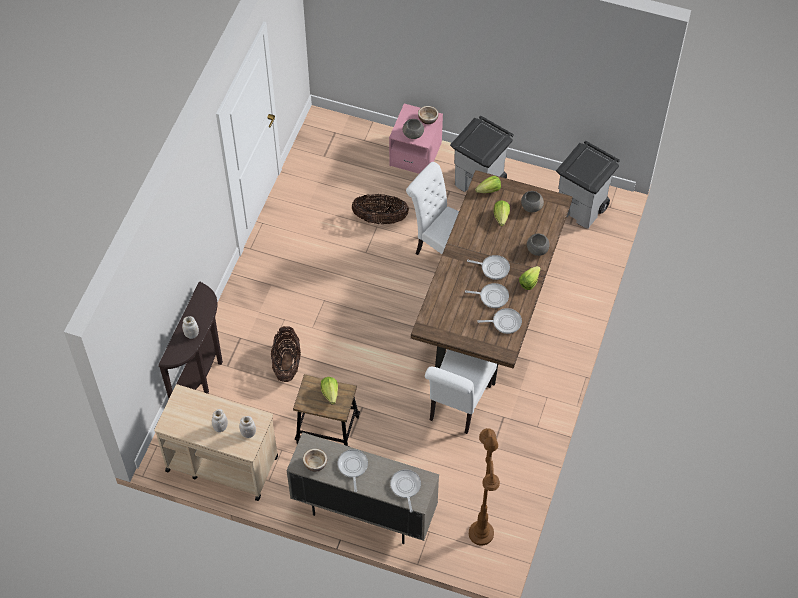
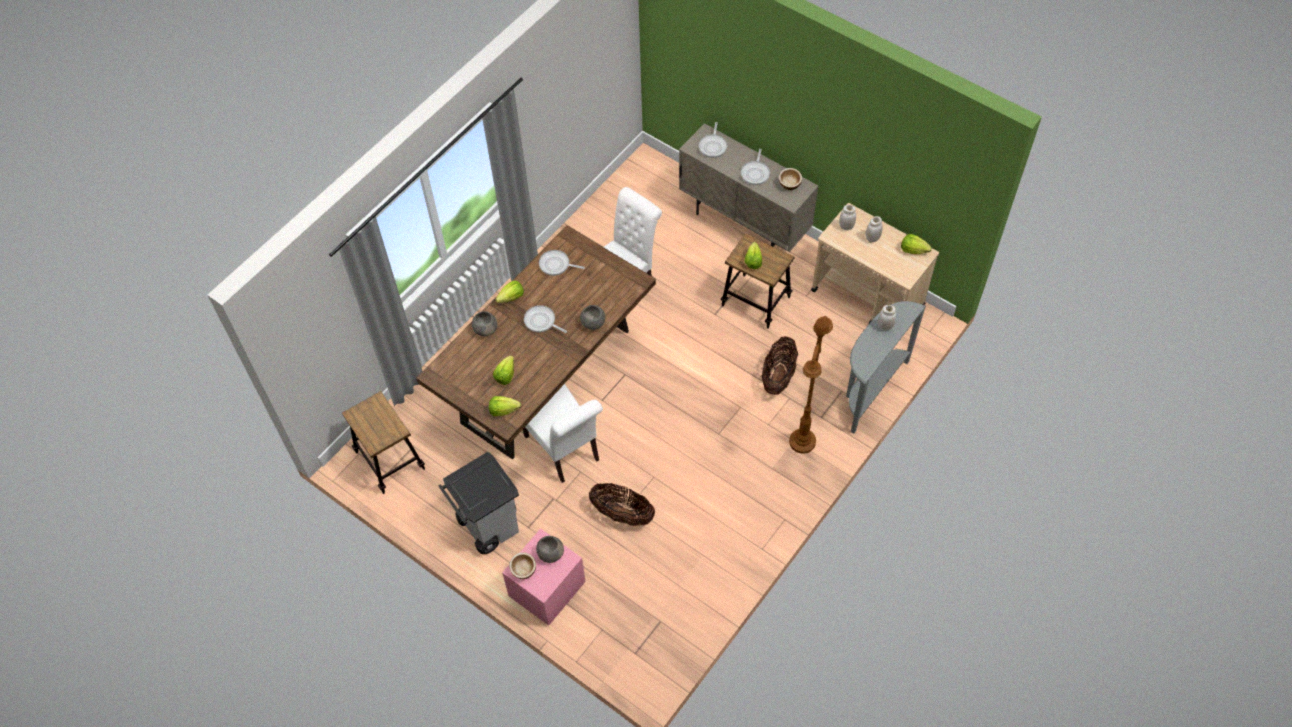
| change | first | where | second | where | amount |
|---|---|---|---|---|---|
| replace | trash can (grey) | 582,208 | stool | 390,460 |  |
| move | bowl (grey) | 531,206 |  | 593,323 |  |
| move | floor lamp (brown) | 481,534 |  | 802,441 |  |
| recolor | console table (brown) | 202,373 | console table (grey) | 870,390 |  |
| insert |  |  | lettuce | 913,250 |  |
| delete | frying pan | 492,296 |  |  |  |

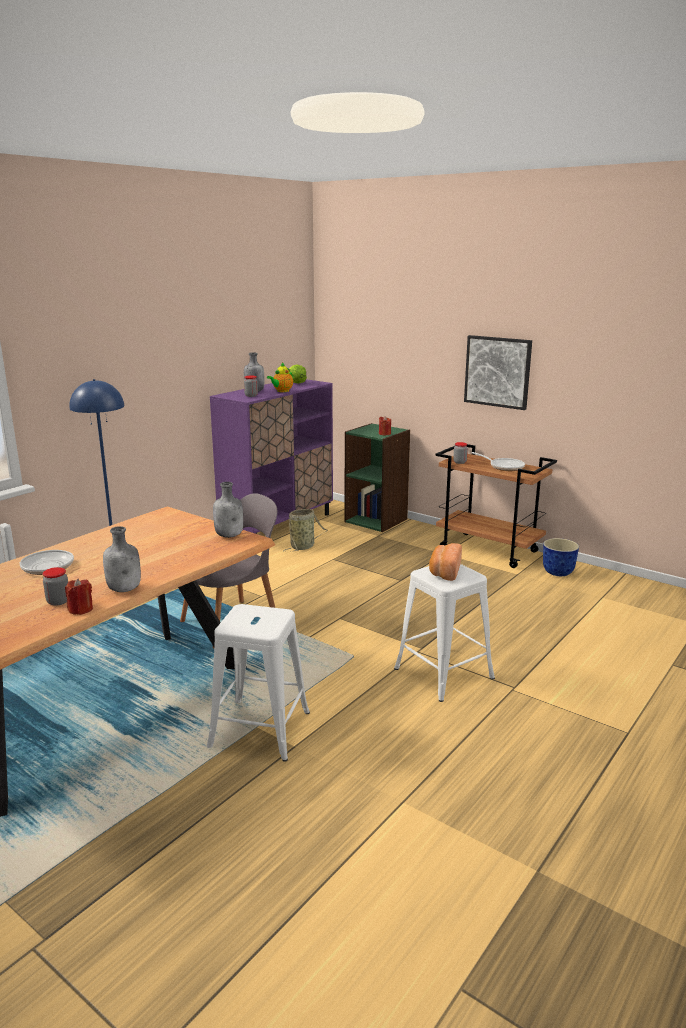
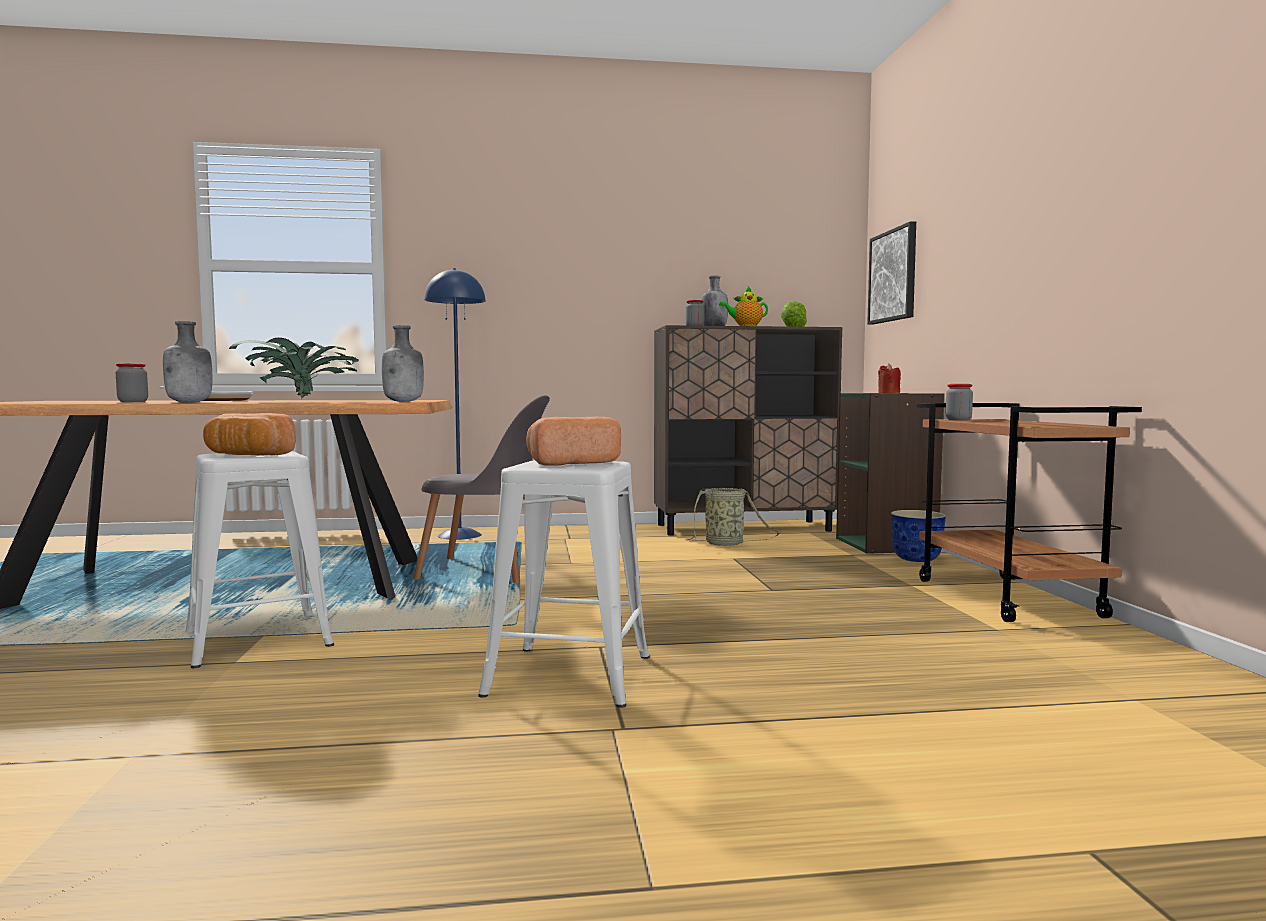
| change | first | where | second | where | amount |
|---|---|---|---|---|---|
| insert |  |  | bread | 247,455 |  |
| insert |  |  | potted plant | 303,401 |  |
| recolor | cabinet (purple) | 278,525 | cabinet (brown) | 743,528 |  |
| move | picture | 497,371 |  | 893,276 |  |
| move | planter | 558,572 |  | 917,559 |  |
| delete | candle (red) | 81,609 |  |  |  |
| delete | frying pan | 504,466 |  |  |  |

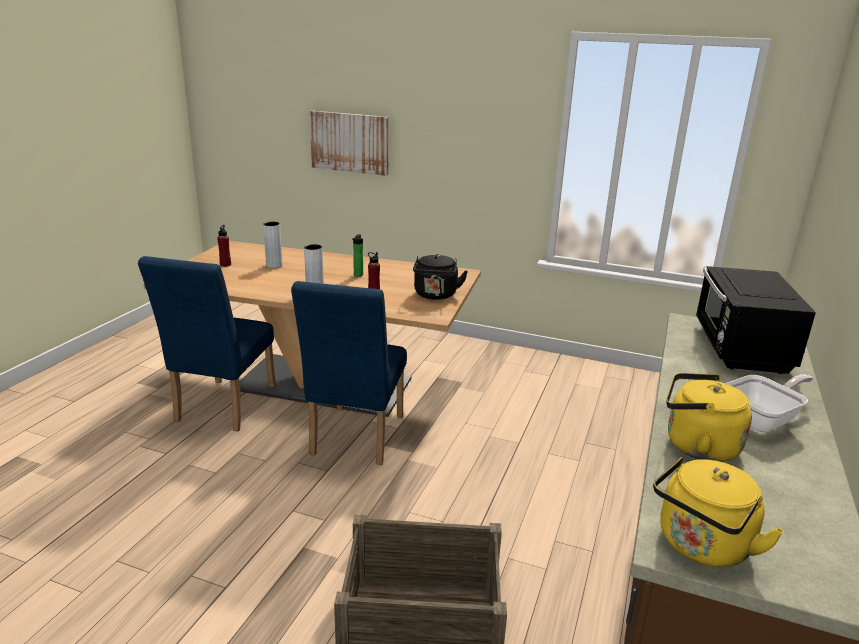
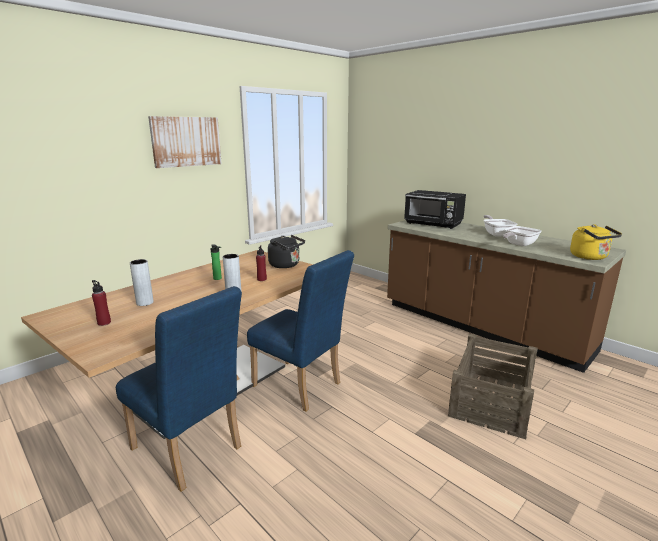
| change | first | where | second | where | amount |
|---|---|---|---|---|---|
| move | picture | 350,142 |  | 186,141 |  |
| replace | kettle (yellow) | 696,446 | frying pan | 518,244 |  |

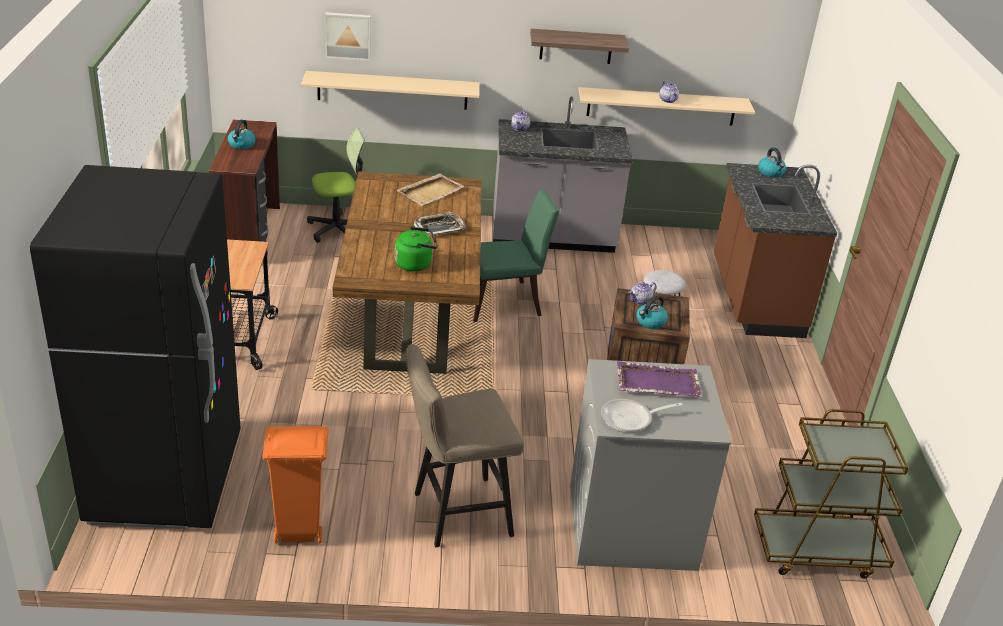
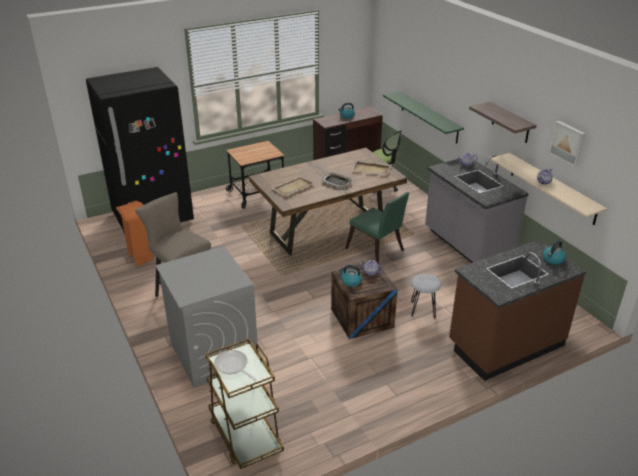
| change | first | where | second | where | amount |
|---|---|---|---|---|---|
| move | frying pan | 630,419 |  | 233,366 |  |
| replace | kettle (green) | 415,264 | tray (beige) | 292,187 |  |
| recolor | shelf (beige) | 392,90 | shelf (green) | 429,117 |  |
| move | picture | 348,35 |  | 568,143 |  |
| delete | tray (purple) | 657,382 |  |  |  |

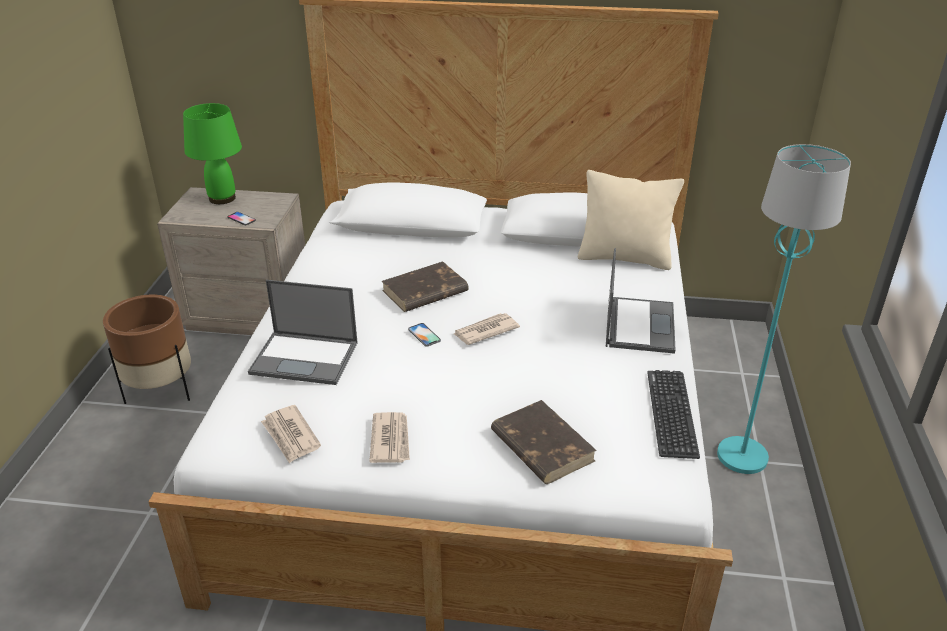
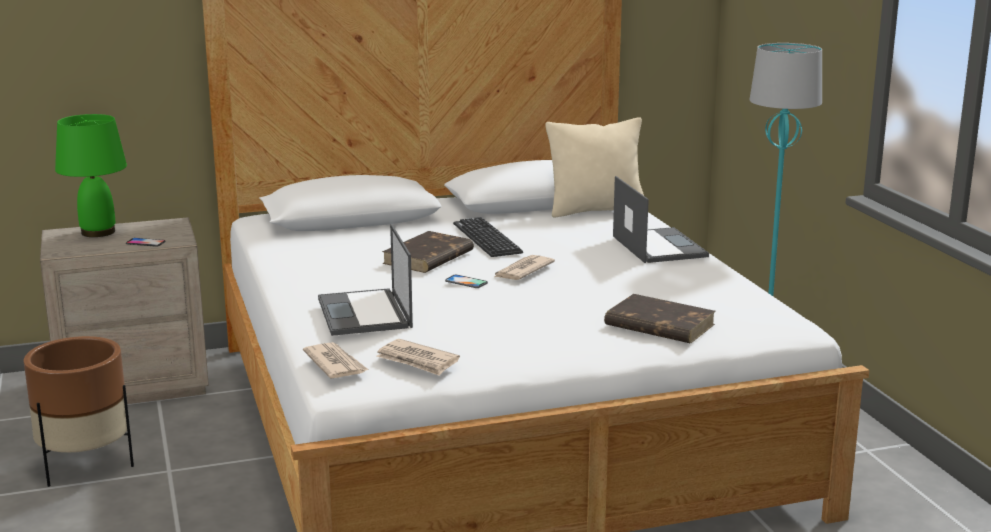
| change | first | where | second | where | amount |
|---|---|---|---|---|---|
| move | newspaper | 391,439 |  | 335,364 |  |
| rotate | laptop | 306,358 |  | 365,313 | 90 degrees clockwise |
| move | keyboard | 671,413 |  | 487,238 |  |

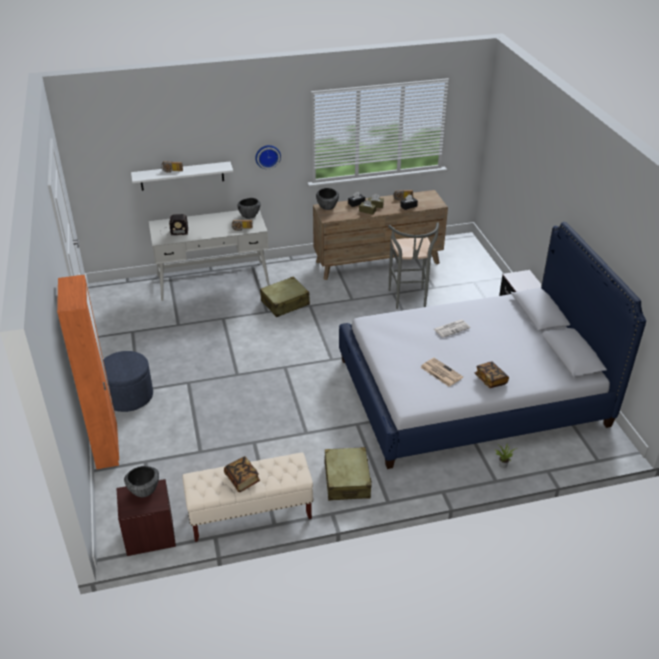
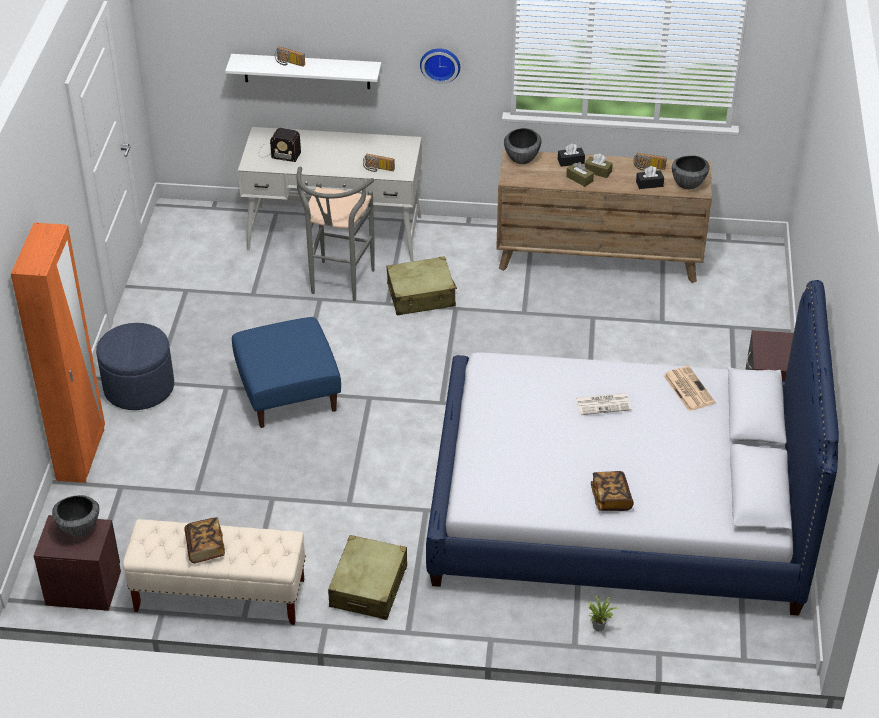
| change | first | where | second | where | amount |
|---|---|---|---|---|---|
| insert |  |  | ottoman (blue) | 289,392 |  |
| move | stool (grey) | 409,301 |  | 338,285 |  |
| move | newspaper | 440,372 |  | 687,389 |  |
| move | bowl | 249,216 |  | 688,184 |  |

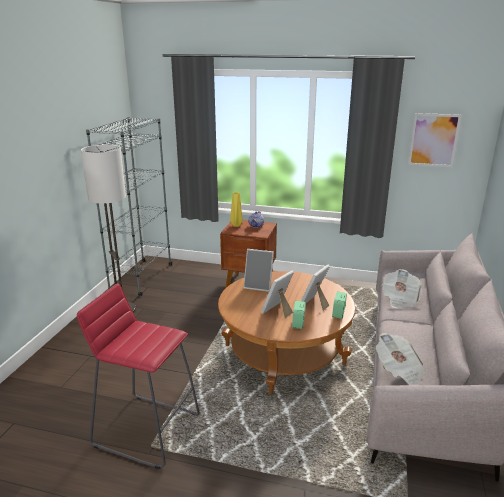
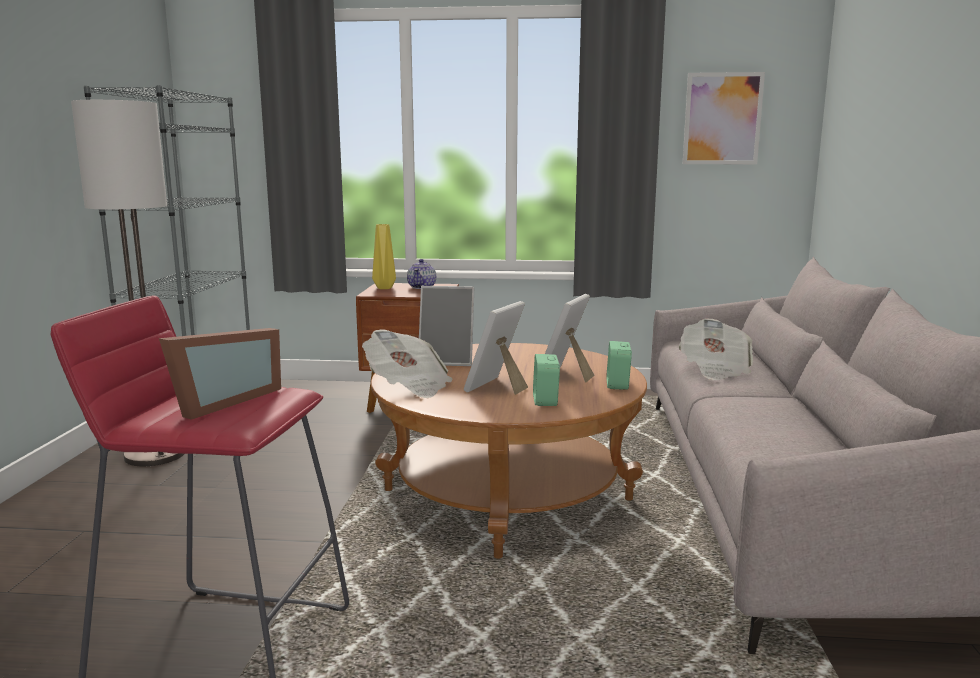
| change | first | where | second | where | amount |
|---|---|---|---|---|---|
| insert |  |  | picture frame | 221,402 |  |
| move | newspaper | 399,370 |  | 408,386 |  |

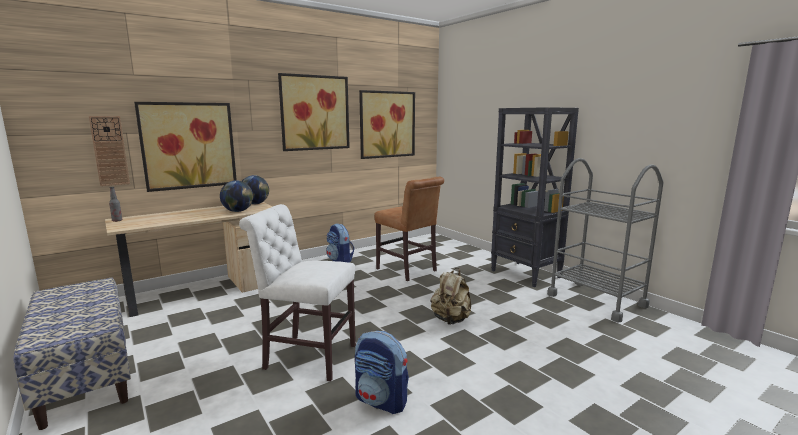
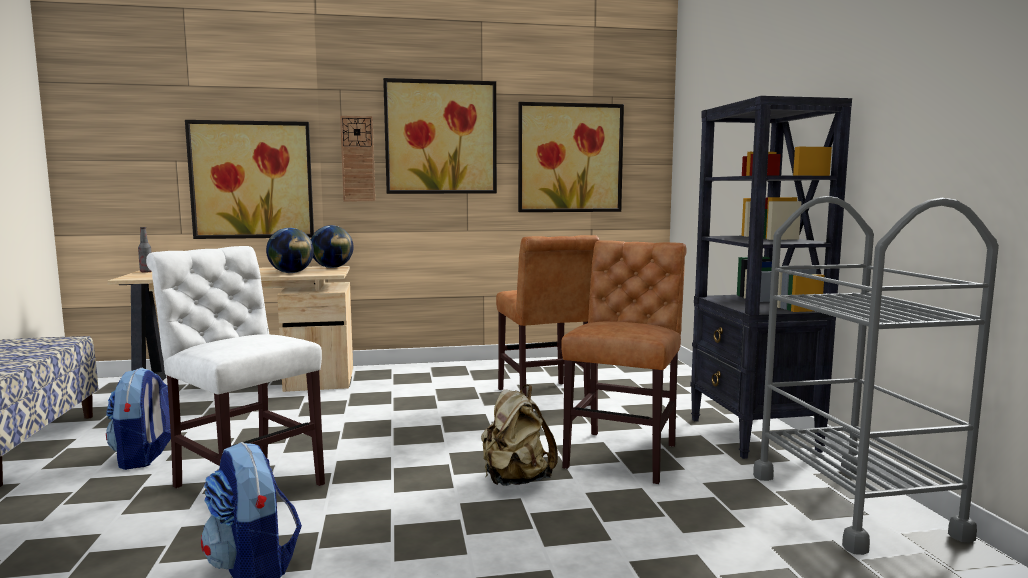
| change | first | where | second | where | amount |
|---|---|---|---|---|---|
| move | backpack | 340,261 |  | 144,457 |  |
| move | wall clock | 110,151 |  | 358,159 |  |
| insert |  |  | chair (brown) | 624,454 |  |

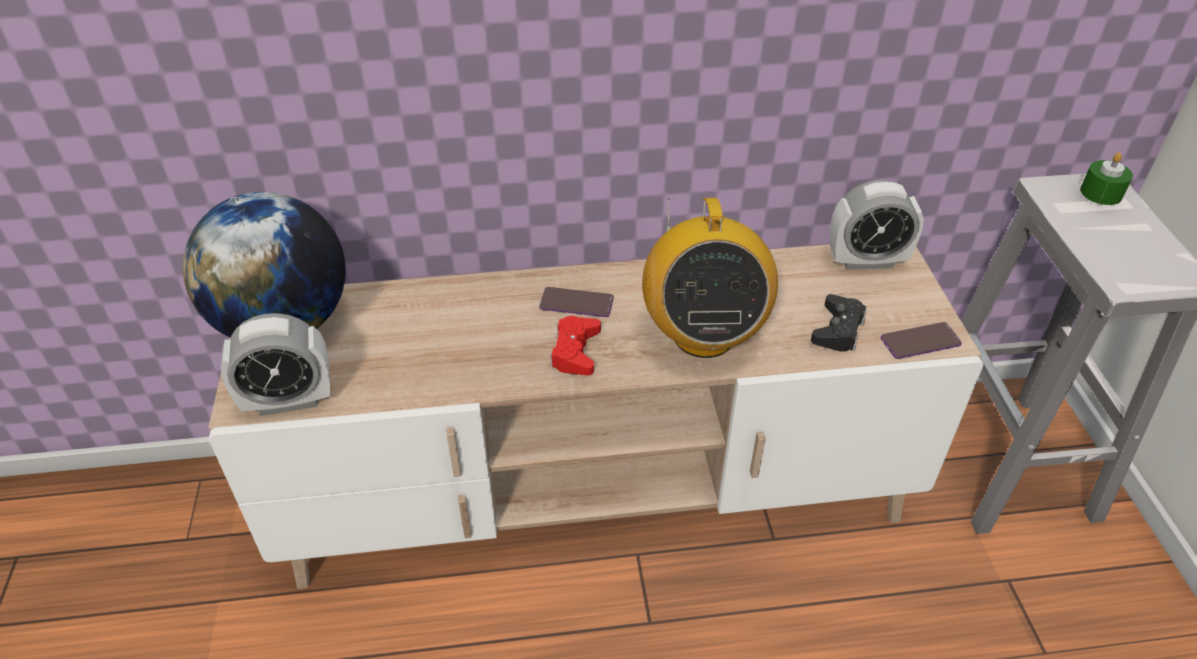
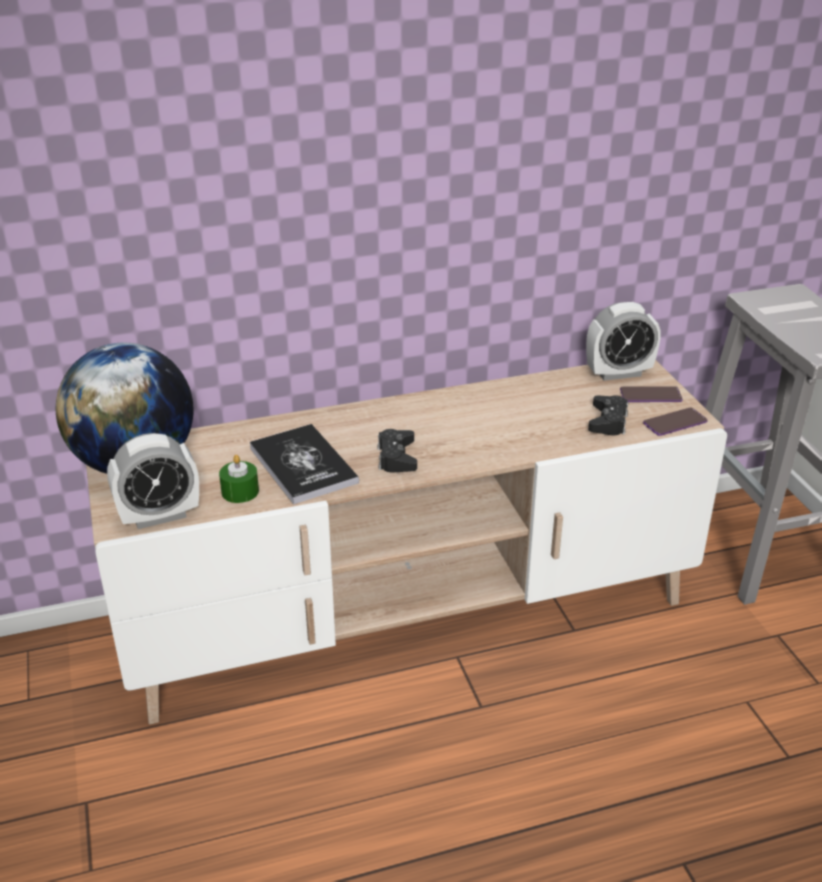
| change | first | where | second | where | amount |
|---|---|---|---|---|---|
| move | candle (green) | 1101,193 |  | 240,491 |  |
| insert |  |  | book | 303,465 |  |
| recolor | game controller (red) | 575,352 | game controller (black) | 396,457 |  |
| move | phone | 576,303 |  | 650,395 |  |
| delete | radio | 703,335 |  |  |  |

